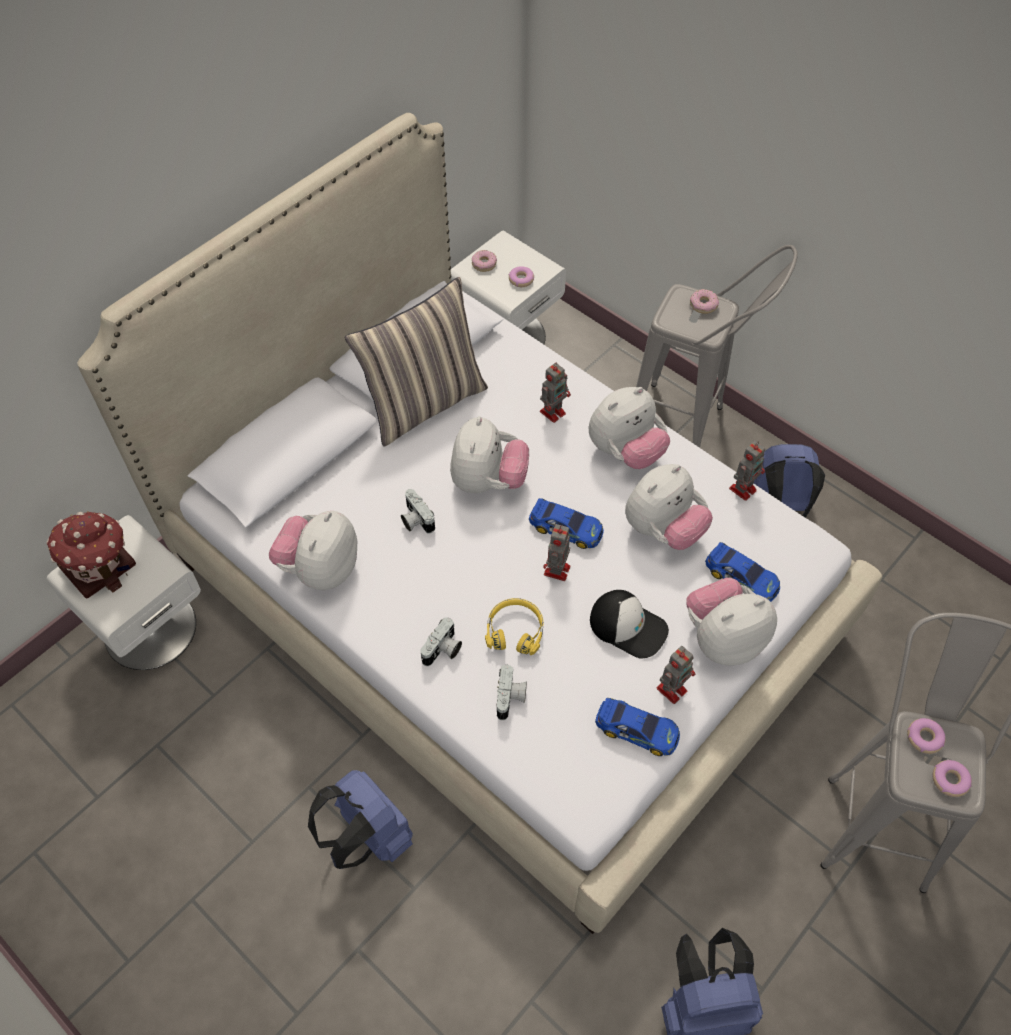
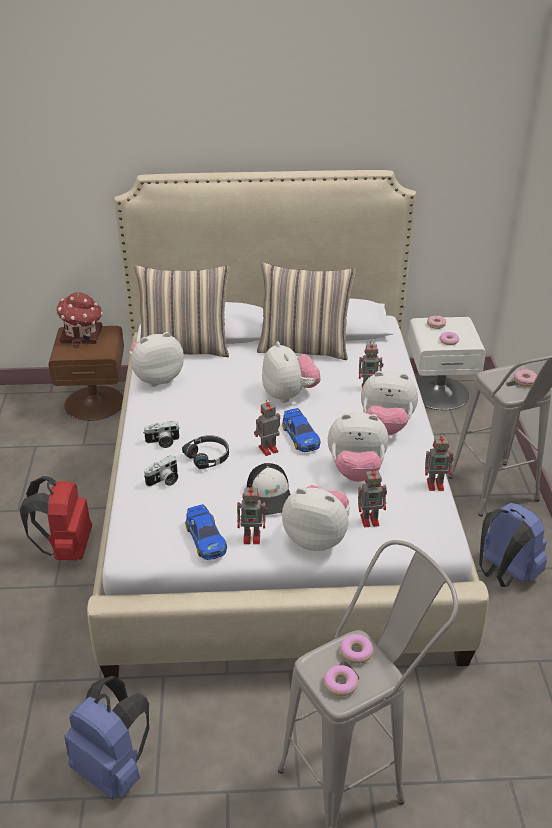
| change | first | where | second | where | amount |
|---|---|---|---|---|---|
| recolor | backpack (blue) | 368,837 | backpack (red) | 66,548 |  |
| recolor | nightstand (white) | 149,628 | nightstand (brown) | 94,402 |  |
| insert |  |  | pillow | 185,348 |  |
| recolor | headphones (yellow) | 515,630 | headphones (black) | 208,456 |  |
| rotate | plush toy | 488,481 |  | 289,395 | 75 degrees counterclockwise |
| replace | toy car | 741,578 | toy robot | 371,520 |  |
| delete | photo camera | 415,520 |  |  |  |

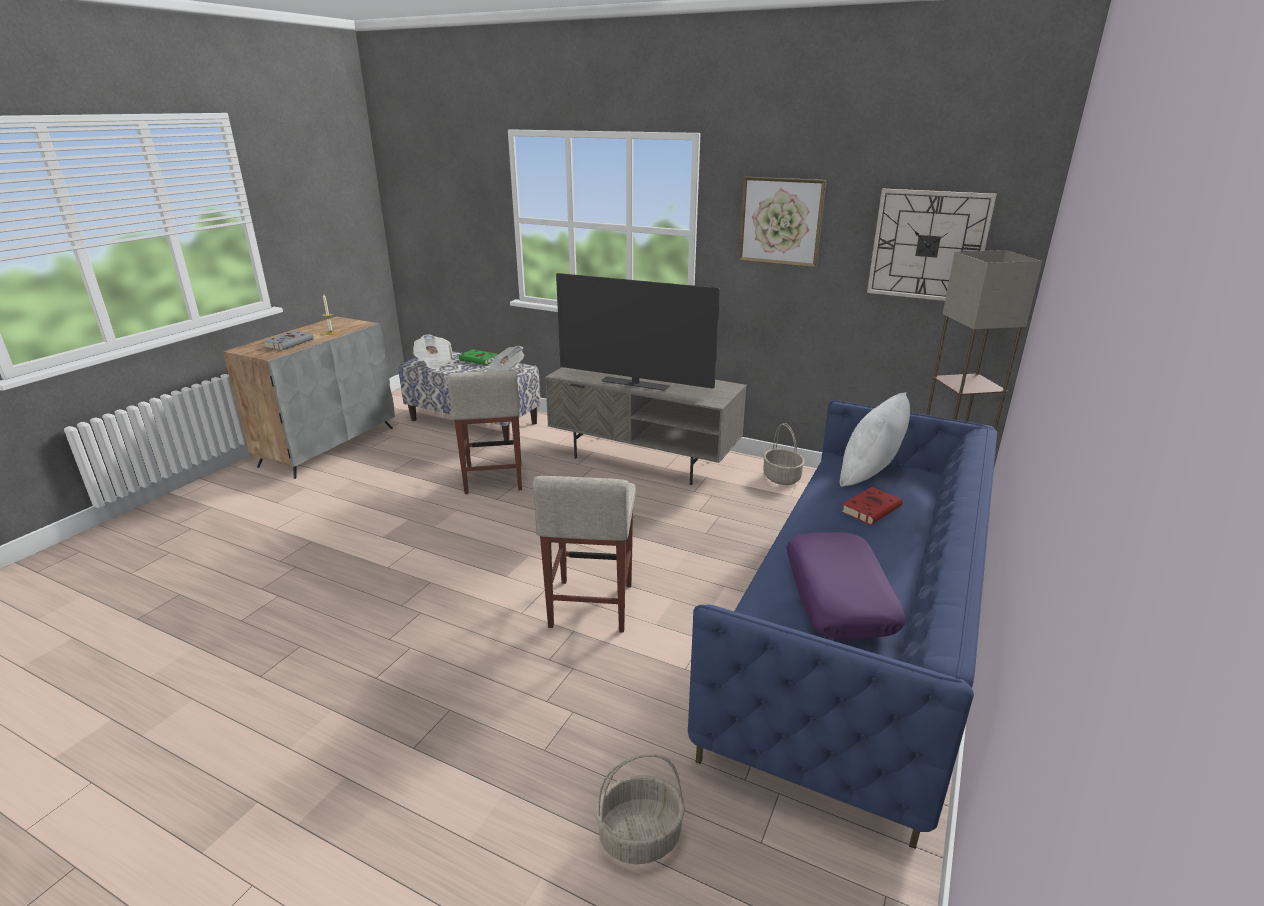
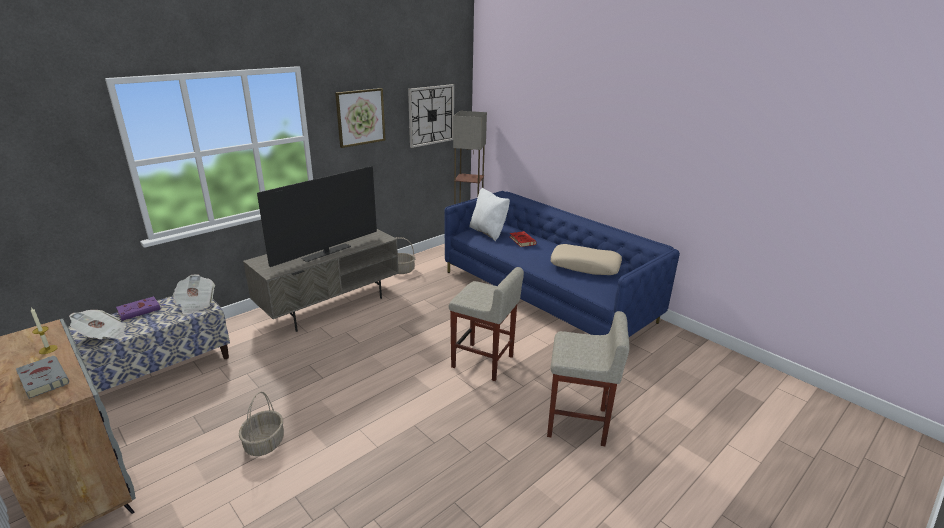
| change | first | where | second | where | amount |
|---|---|---|---|---|---|
| recolor | book (green) | 480,360 | book (purple) | 140,310 |  |
| move | basket | 639,838 |  | 264,443 |  |
| move | stool (beige) | 493,479 |  | 578,423 |  |
| recolor | pillow (purple) | 839,597 | pillow (beige) | 585,266 |  |

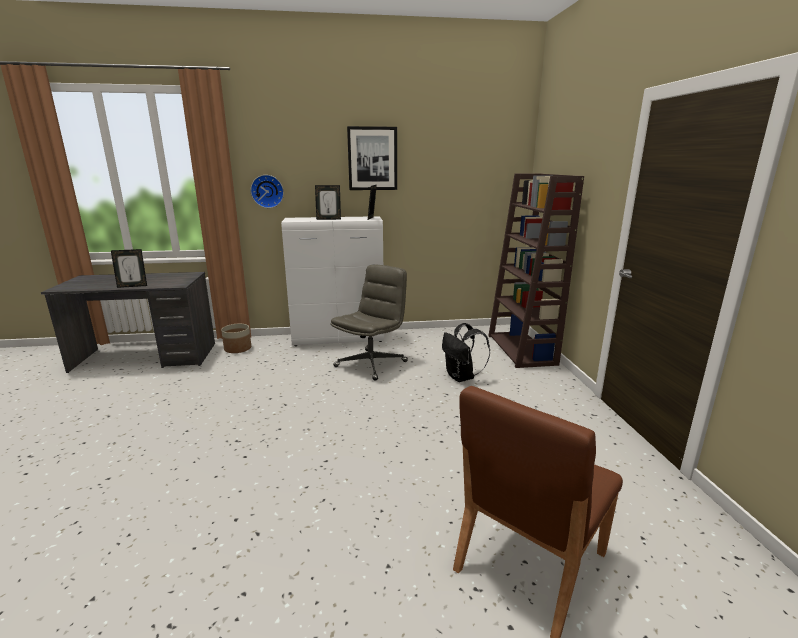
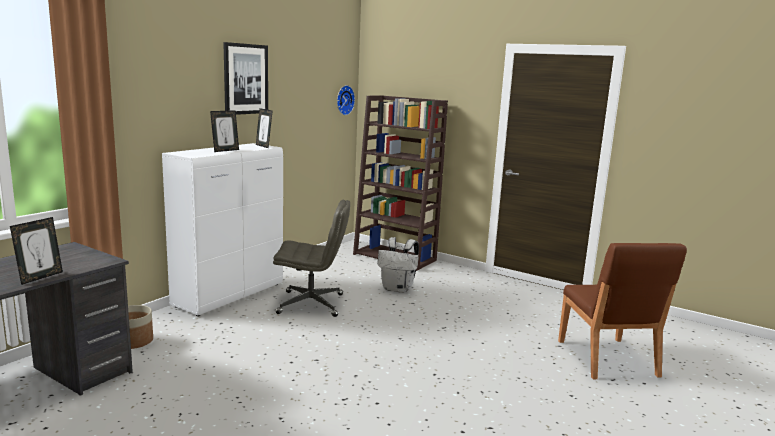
| change | first | where | second | where | amount |
|---|---|---|---|---|---|
| rotate | office chair (grey) | 371,364 |  | 312,304 | 105 degrees clockwise |
| move | wall clock | 267,191 |  | 344,100 |  |
| recolor | backpack (black) | 461,377 | backpack (white) | 398,289 |  |

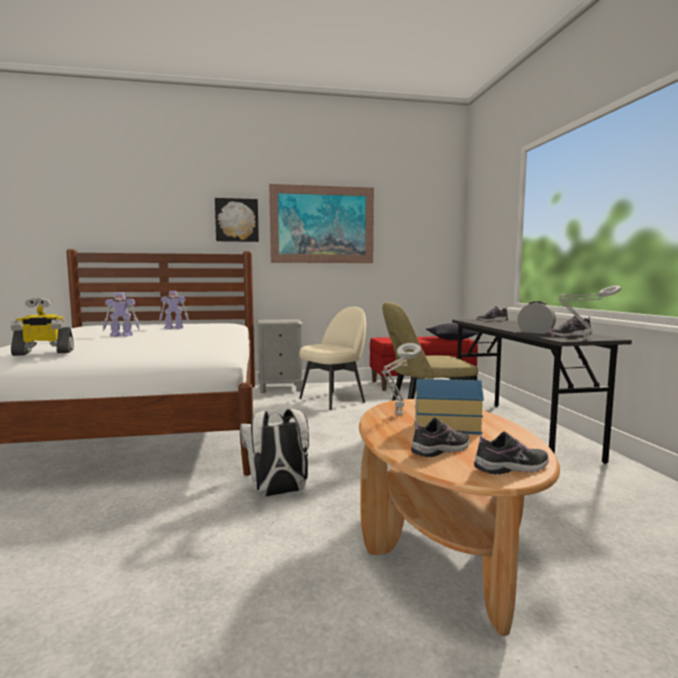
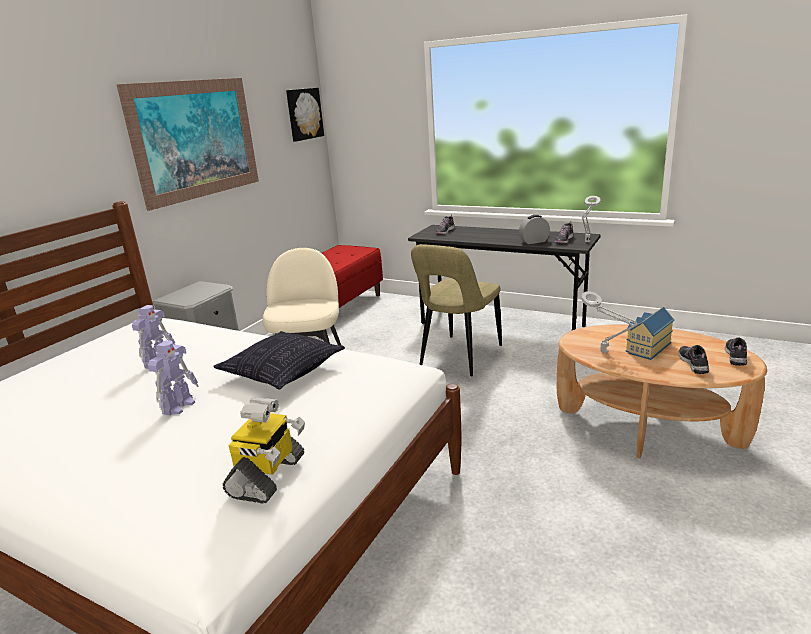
| change | first | where | second | where | amount |
|---|---|---|---|---|---|
| move | pillow | 451,339 |  | 283,372 |  |
| move | picture | 237,220 |  | 304,114 |  |
| delete | backpack (white) | 278,493 |  |  |  |

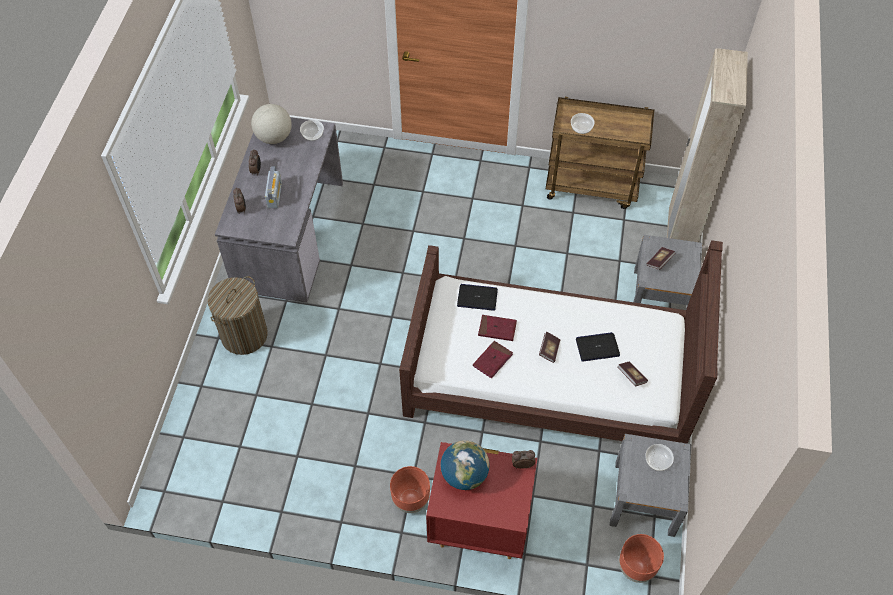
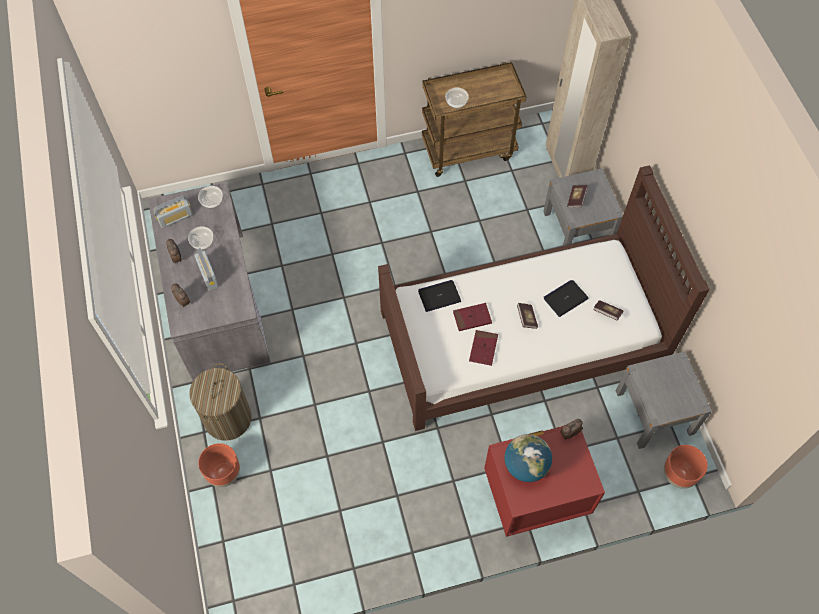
| change | first | where | second | where | amount |
|---|---|---|---|---|---|
| replace | globe | 274,137 | radio | 175,218 |  |
| move | bowl | 657,461 |  | 202,242 |  |
| move | planter (brown) | 410,499 |  | 223,473 |  |

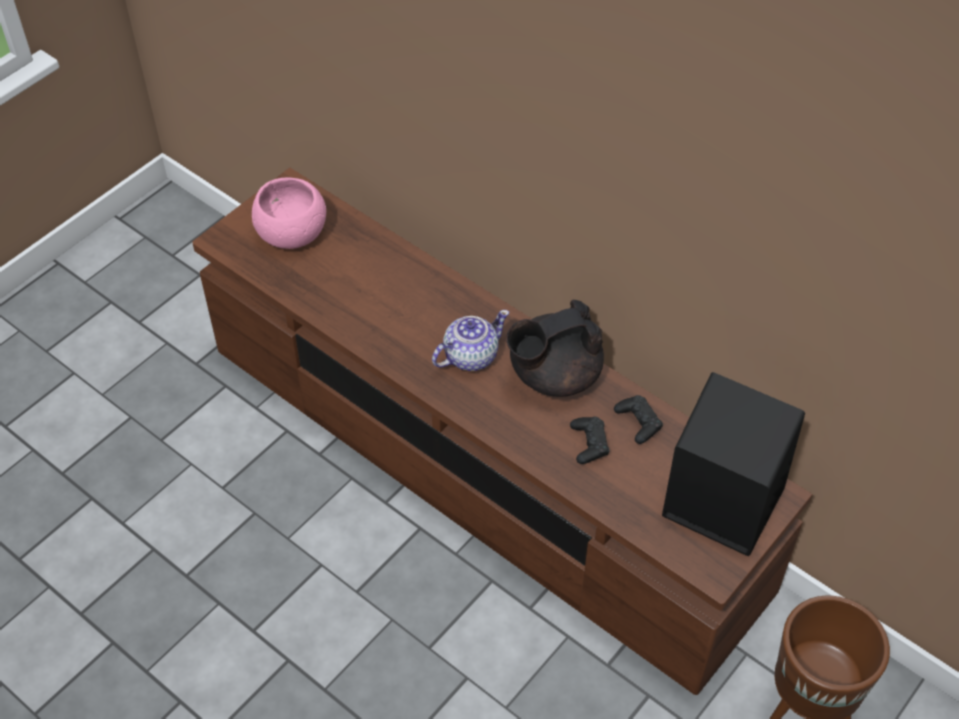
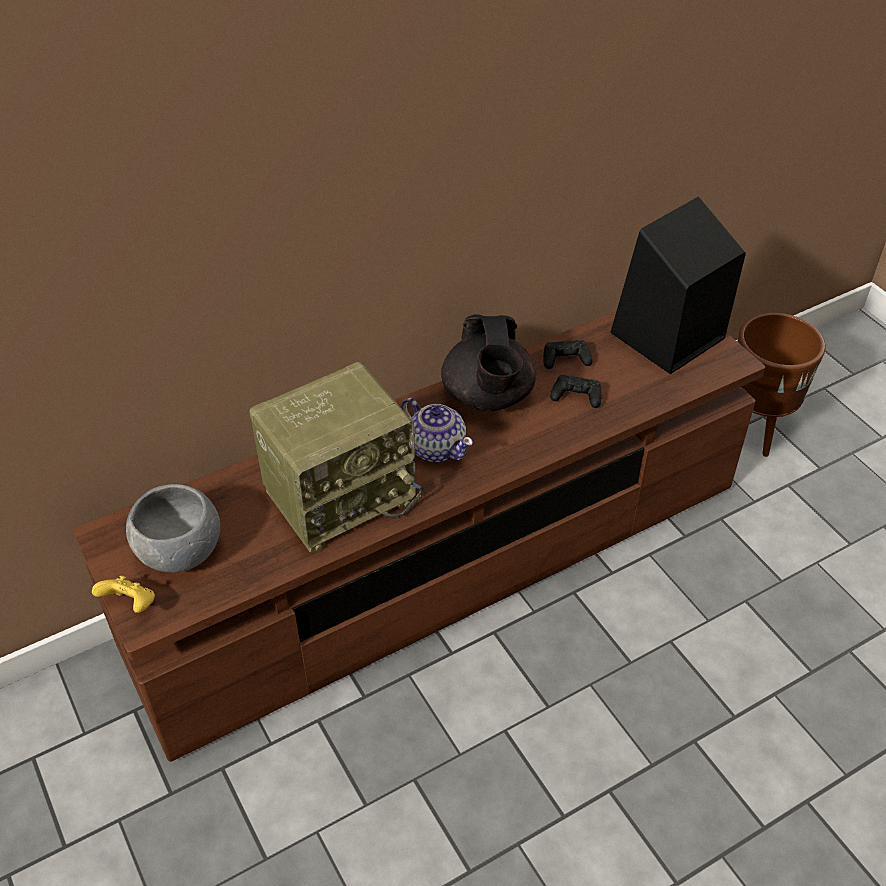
| change | first | where | second | where | amount |
|---|---|---|---|---|---|
| insert |  |  | game controller (yellow) | 130,604 |  |
| recolor | bowl (pink) | 292,233 | bowl (grey) | 179,549 |  |
| insert |  |  | radio | 341,493 |  |
| rotate | teapot | 470,356 |  | 436,448 | 150 degrees clockwise |

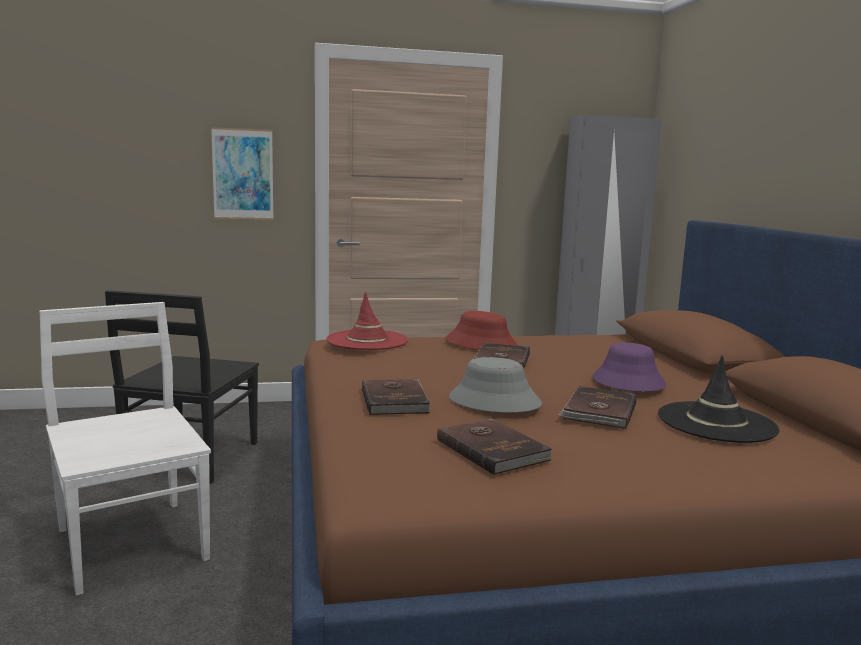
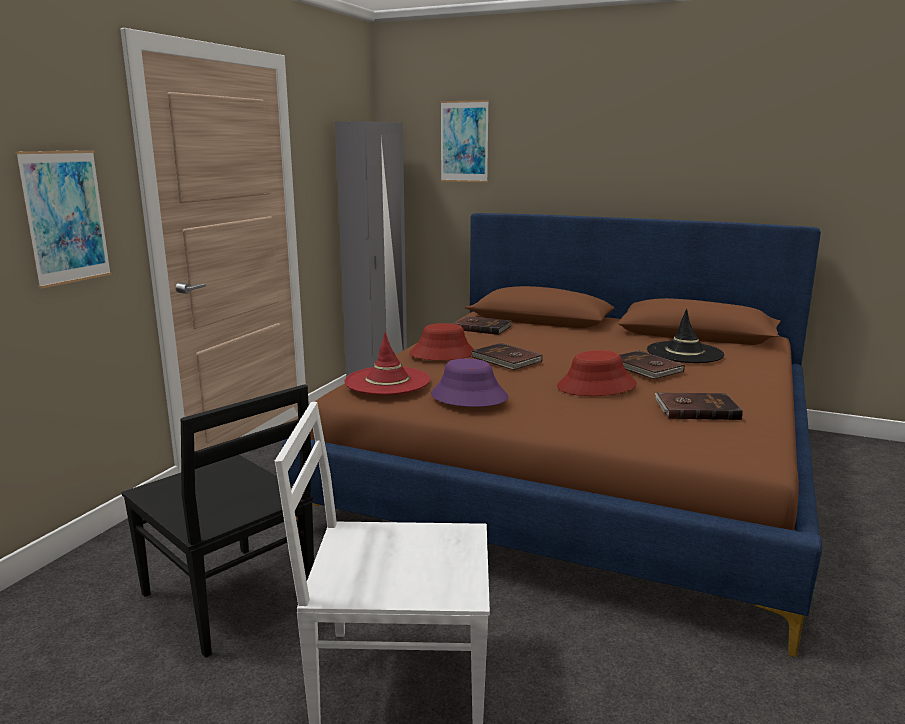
| change | first | where | second | where | amount |
|---|---|---|---|---|---|
| move | hat (purple) | 628,382 |  | 468,396 |  |
| insert |  |  | picture | 464,141 |  |
| move | book (brown) | 395,400 |  | 482,327 |  |
| recolor | hat (grey) | 494,401 | hat (red) | 596,386 |  |

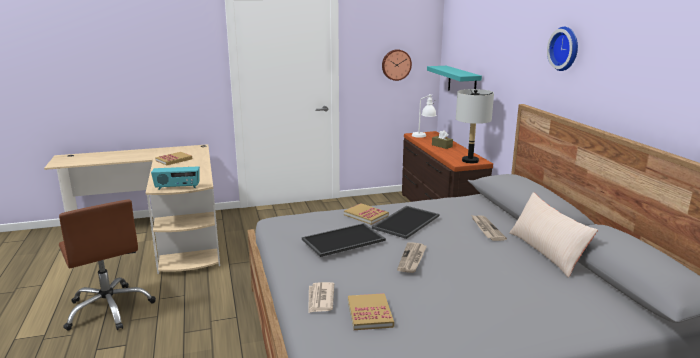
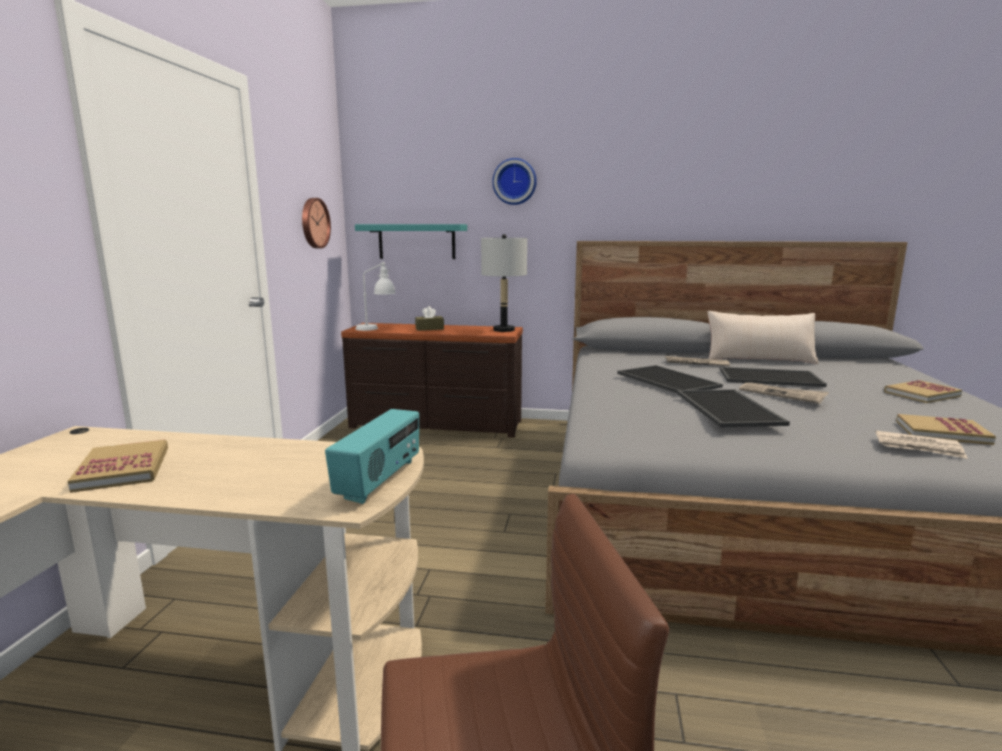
| change | first | where | second | where | amount |
|---|---|---|---|---|---|
| move | wall clock | 565,48 |  | 515,181 |  |
| insert |  |  | tray | 770,377 |  |
| move | book | 366,215 |  | 921,394 |  |

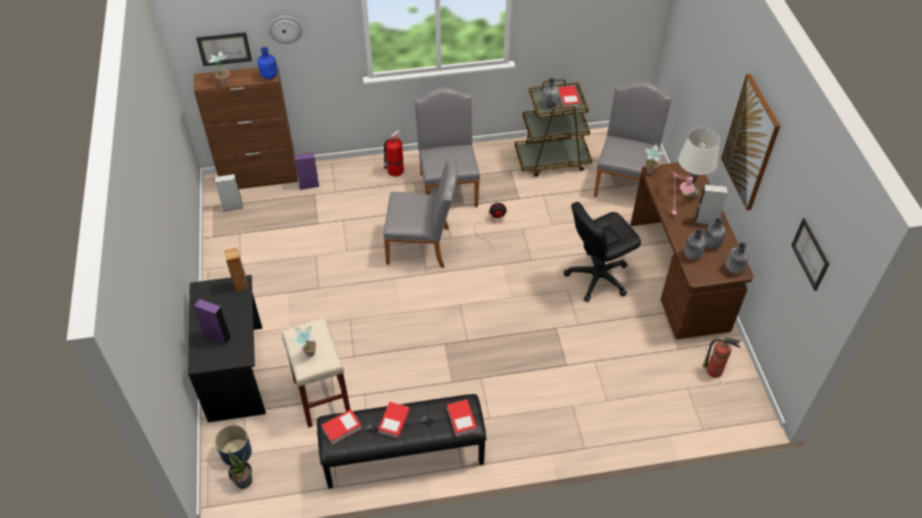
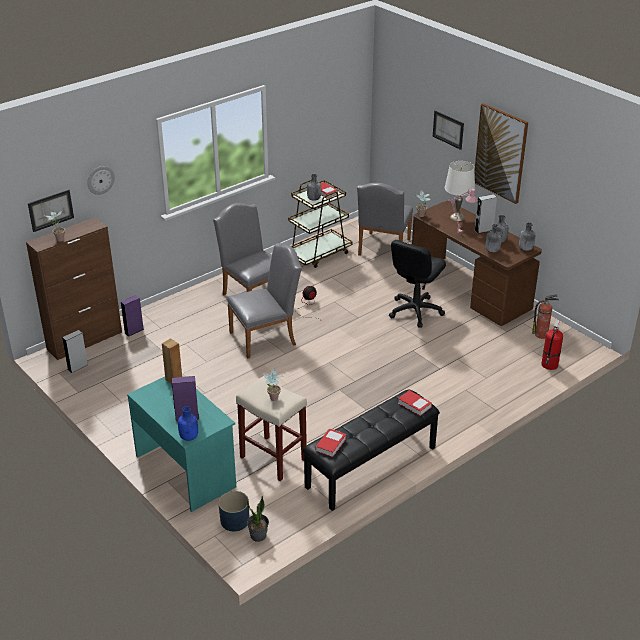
| change | first | where | second | where | amount |
|---|---|---|---|---|---|
| recolor | desk (black) | 237,372 | desk (turquoise) | 186,470 |  |
| move | bottle (blue) | 270,76 |  | 189,437 |  |
| rotate | chair (grey) | 625,179 |  | 383,249 | 150 degrees counterclockwise |
| move | picture | 810,254 |  | 448,129 |  |
| move | fire extinguisher | 394,171 |  | 549,365 |  |
| delete | book | 394,421 |  |  |  |

